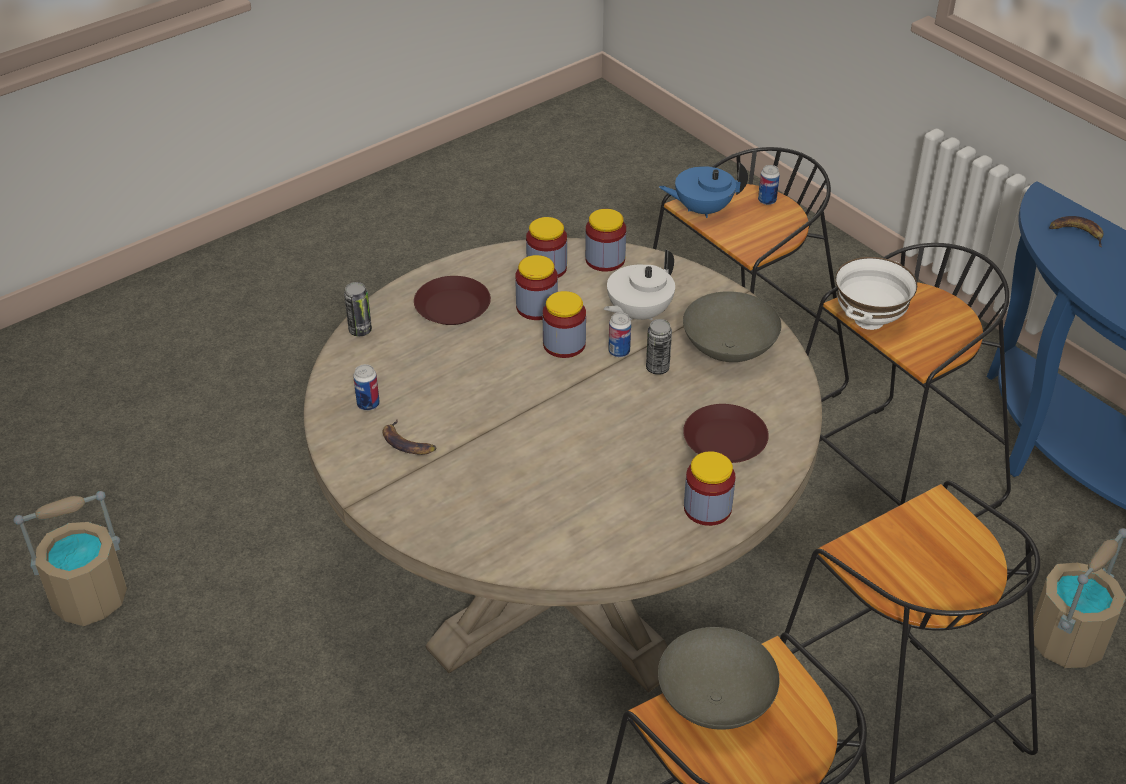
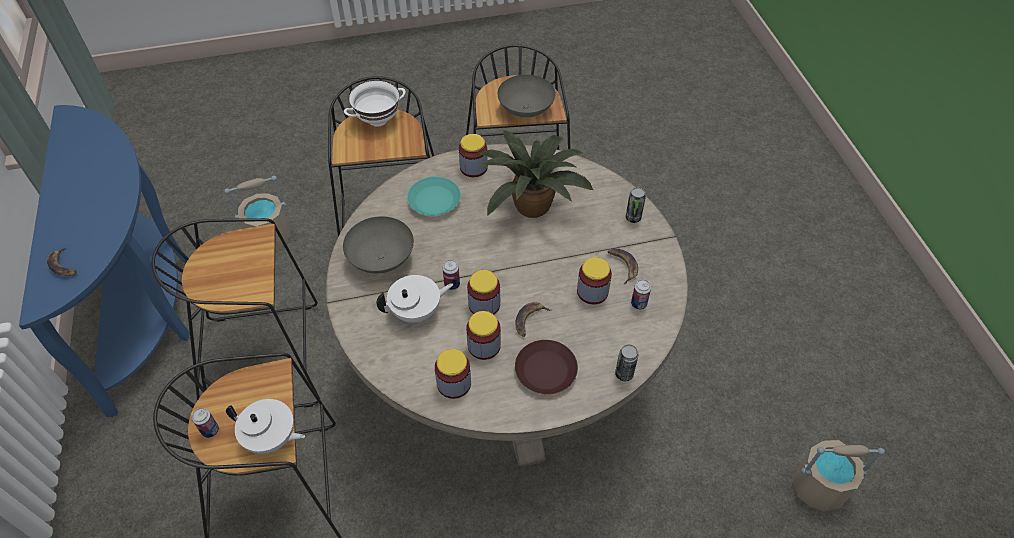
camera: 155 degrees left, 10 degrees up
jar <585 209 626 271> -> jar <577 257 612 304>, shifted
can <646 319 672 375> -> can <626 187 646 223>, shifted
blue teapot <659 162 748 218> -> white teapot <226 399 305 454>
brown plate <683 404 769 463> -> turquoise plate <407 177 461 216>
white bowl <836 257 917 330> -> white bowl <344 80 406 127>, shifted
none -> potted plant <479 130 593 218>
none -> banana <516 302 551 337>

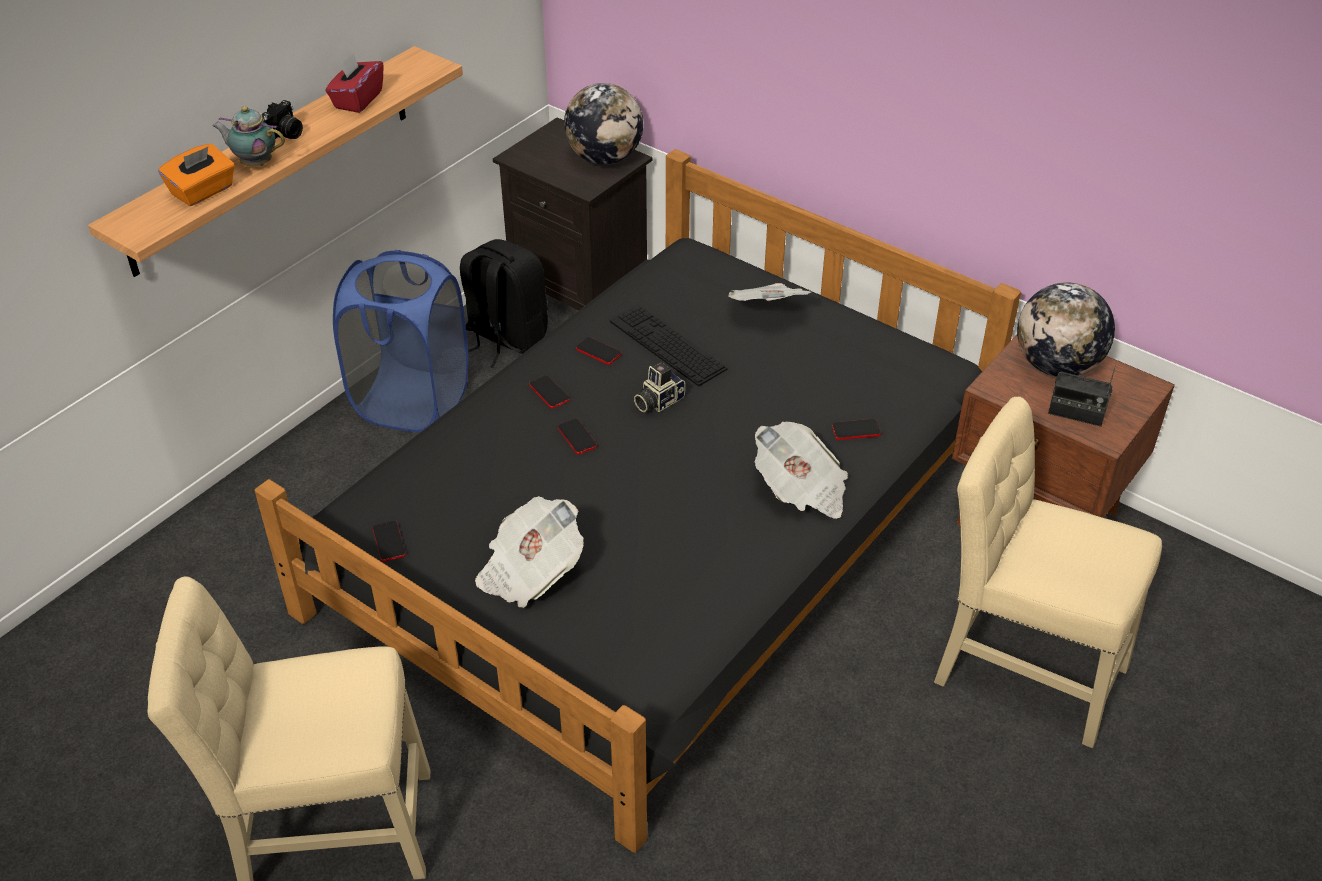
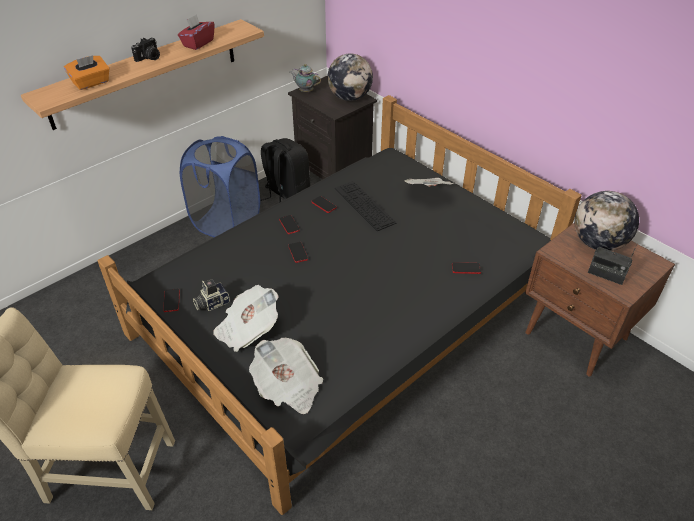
camera: 10 degrees right, 0 degrees up
teapot <212 106 285 166> -> teapot <290 64 321 92>, shifted
photo camera <634 362 685 412> -> photo camera <193 279 230 311>, shifted
newspaper <755 422 848 519> -> newspaper <249 338 324 414>, shifted
beige chair <934 397 1162 748> -> none

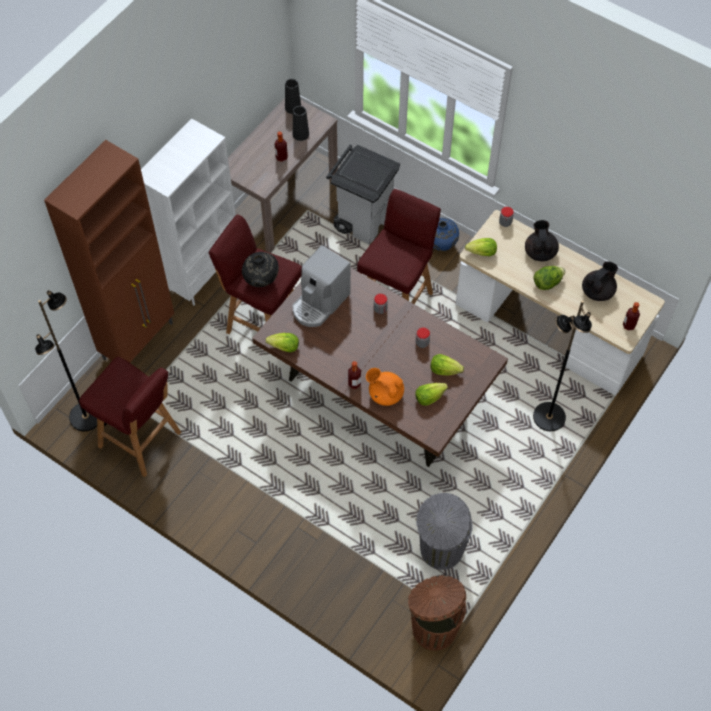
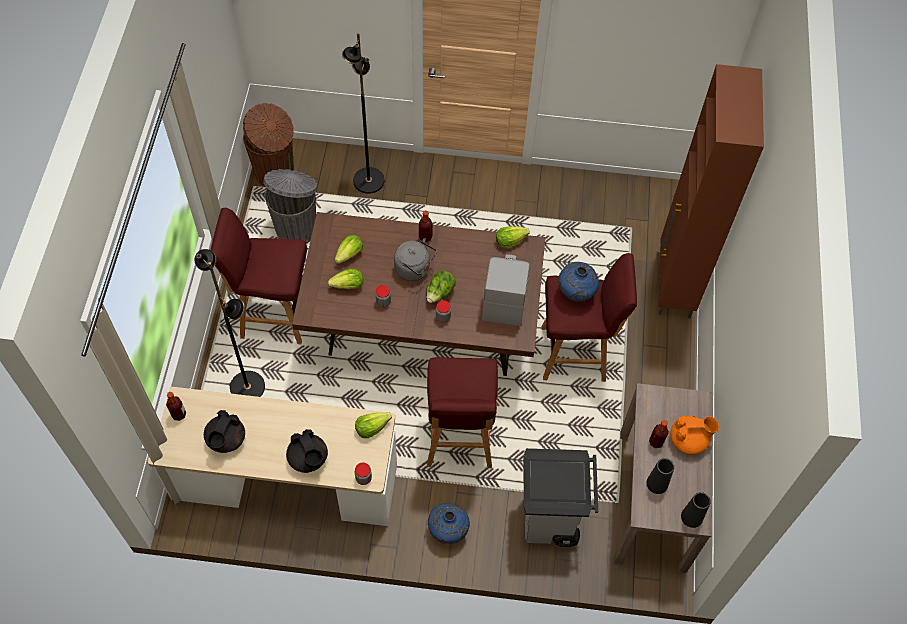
camera: 150 degrees right, 0 degrees up
black floor lamp <35 290 97 431> -> black floor lamp <342 33 384 194>, shifted
red stool <79 357 181 477> -> red stool <211 208 307 345>, shifted
white bookcase <141 118 236 306> -> none
black vase <242 252 279 287> -> blue vase <558 262 599 302>
orange teapot <366 368 404 406> -> orange teapot <670 416 719 455>, shifted
lettuce <534 266 566 290> -> lettuce <426 271 456 303>, shifted
none -> grey kettle <394 238 437 281>

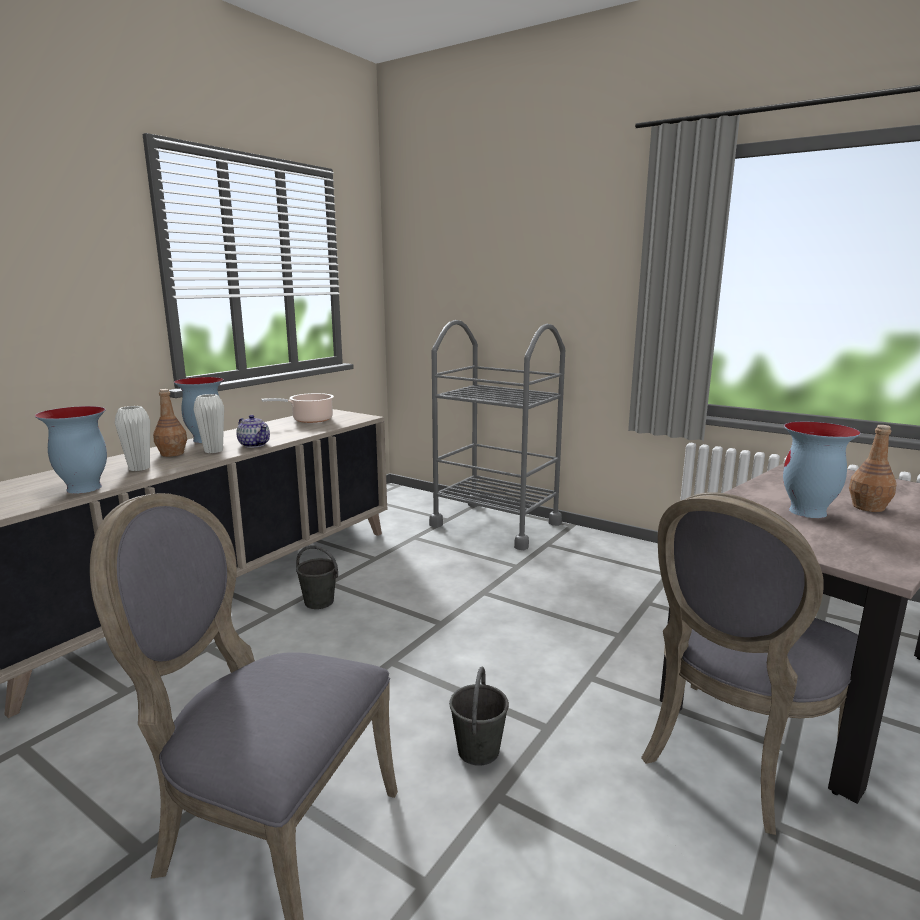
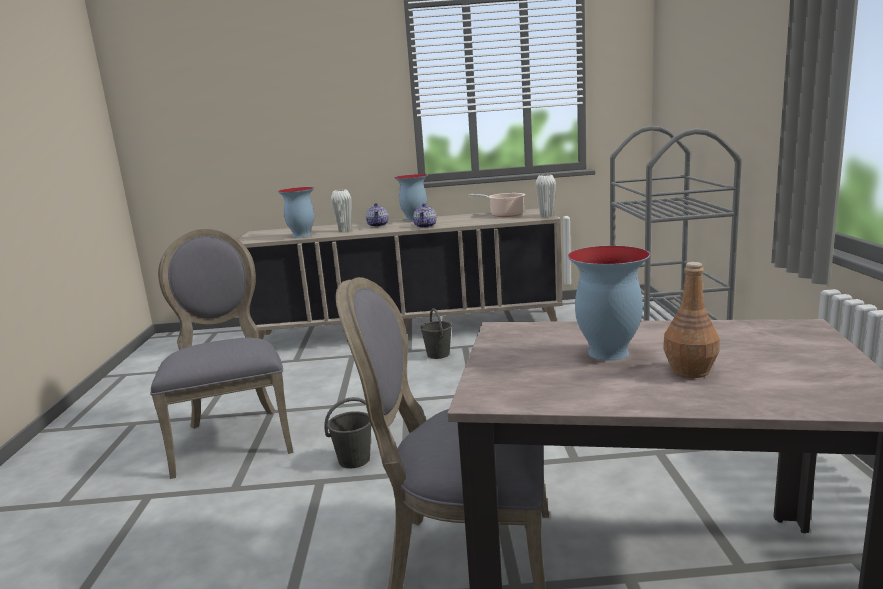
camera: 55 degrees right, 0 degrees up
brown bottle <153 389 187 457> -> teapot <366 203 389 227>
white vase <194 394 224 453> -> white vase <535 175 556 217>, shifted

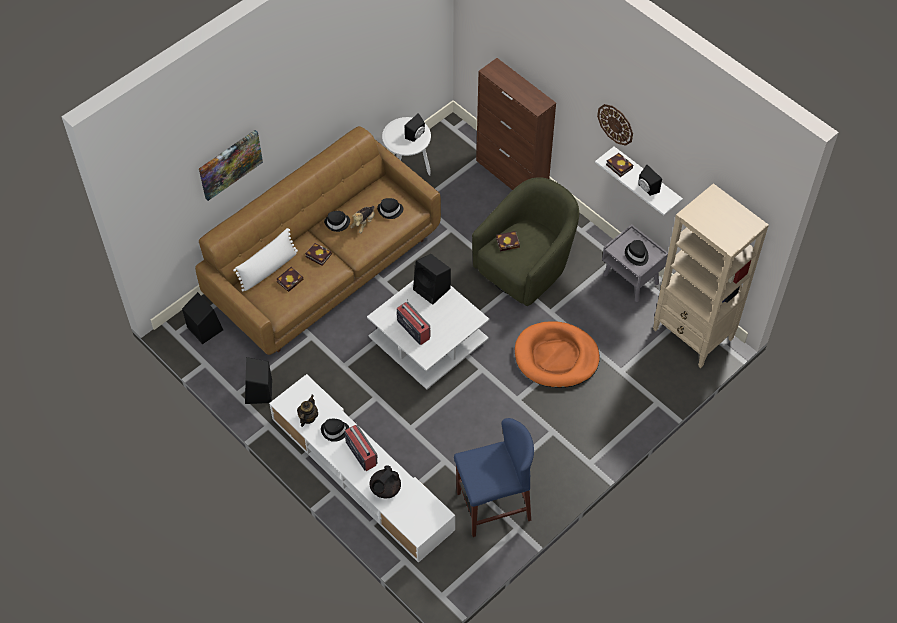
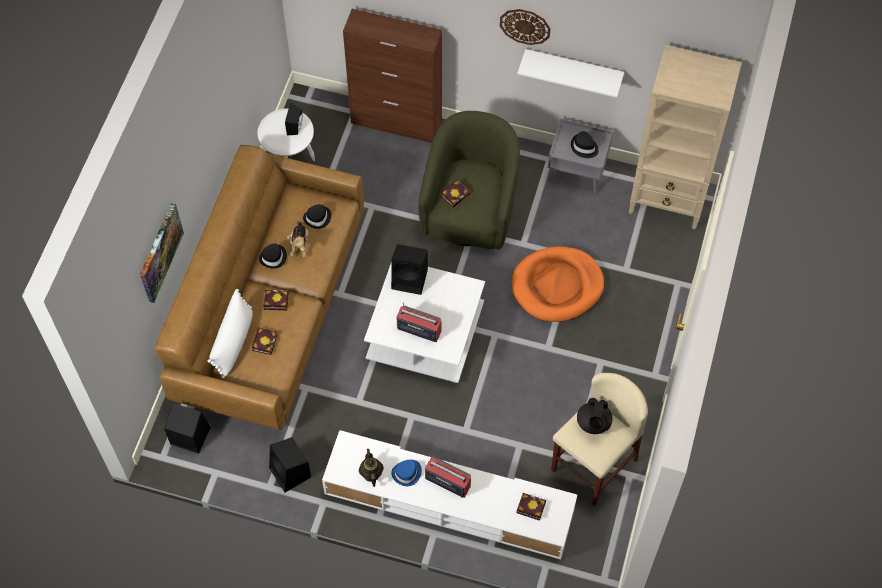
camera: 30 degrees left, 5 degrees up
black hat <321 419 349 442> -> blue hat <391 460 422 486>
black teapot <370 465 401 498> -> black teapot <577 398 612 434>, shifted
blue stool <454 418 534 537> -> beige stool <551 373 648 506>
book <606 153 633 177> -> book <516 493 546 521>, shifted
black speaker <638 165 662 196> -> none

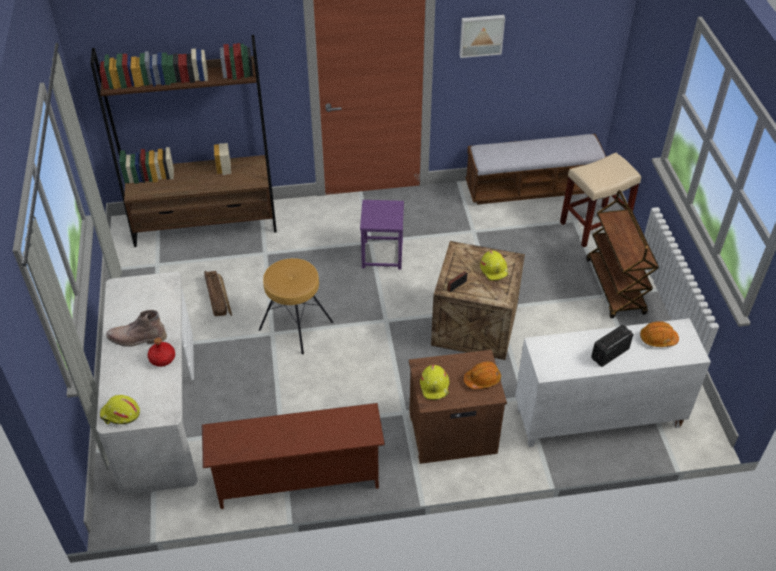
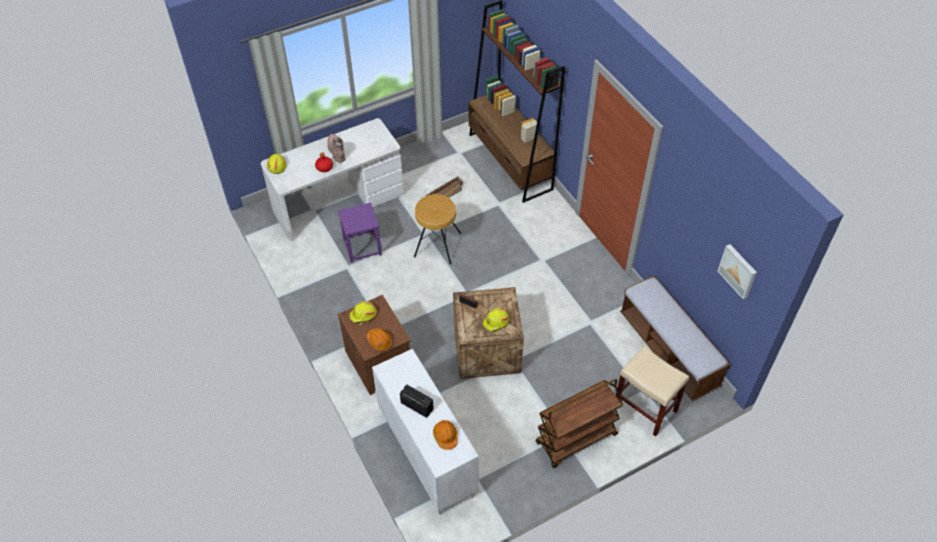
camera: 70 degrees right, 5 degrees up
brown shoe rack <202 403 385 509> -> none
purple stool <360 200 404 269> -> purple stool <338 203 382 263>, shifted
picture <460 15 505 58> -> picture <718 244 757 299>, shifted

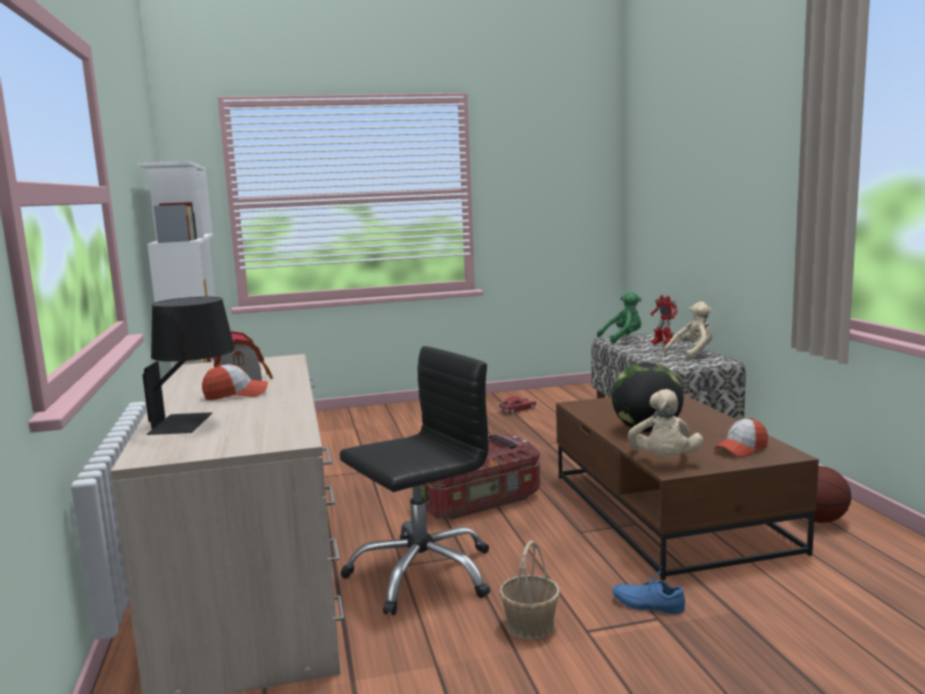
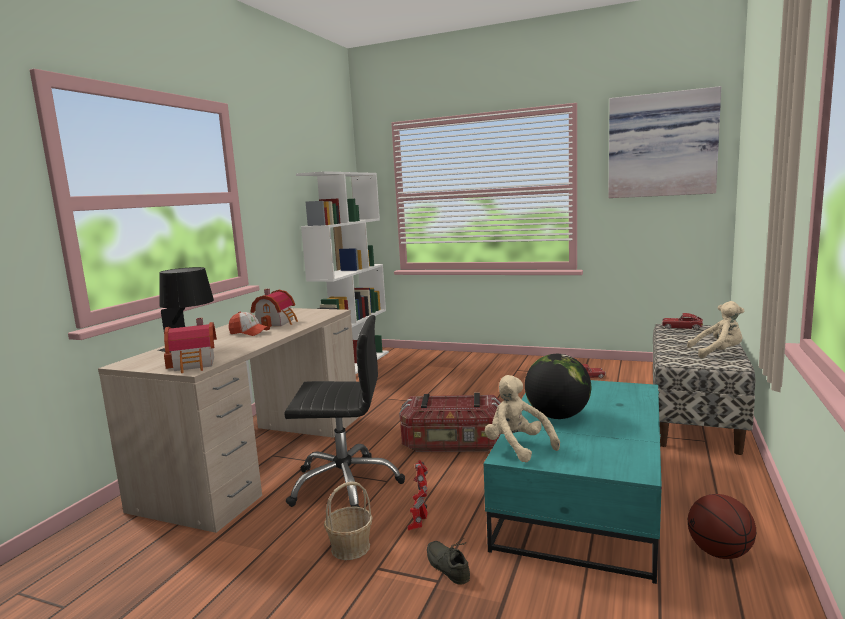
camera: 35 degrees right, 0 degrees up
brown coffee table <556 394 819 580> -> turquoise coffee table <483 380 662 584>
green plush toy <597 292 642 344> -> toy car <662 313 704 330>
blue shoe <612 567 685 614> -> grey shoe <427 538 470 585>
beige plush toy <628 389 703 457> -> beige plush toy <485 375 560 463>, 105 degrees clockwise
toy robot <650 295 678 344> -> toy robot <407 460 428 531>, shifted
cap <714 418 768 457> -> none
none -> toy house <164 318 217 373>
none -> picture <608 86 721 198>

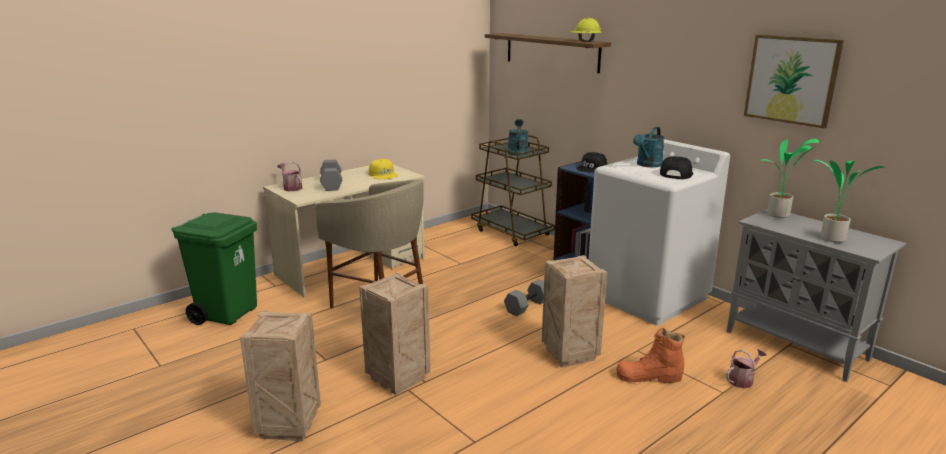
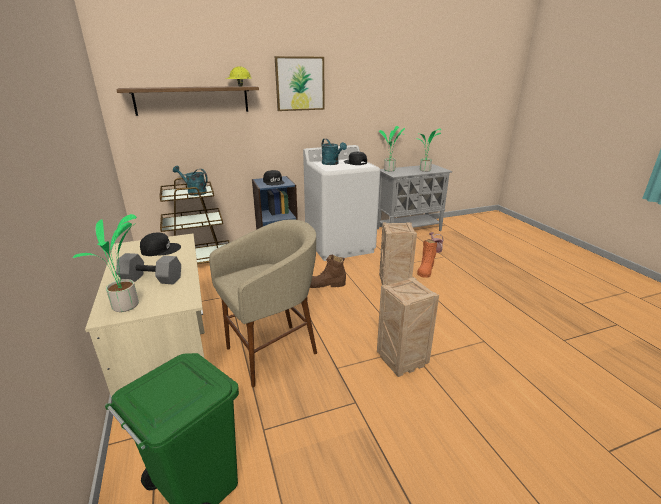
camera: 70 degrees left, 5 degrees up
crate <240 311 321 441> -> none
watering can <277 162 303 191> -> potted plant <73 214 139 312>
yellow cap <369 159 398 179> -> black cap <140 233 181 256>
grey dumbbell <504 279 544 316> -> brown boot <310 254 346 288>
picture <744 35 844 128> -> picture <275 56 325 111>, shifted

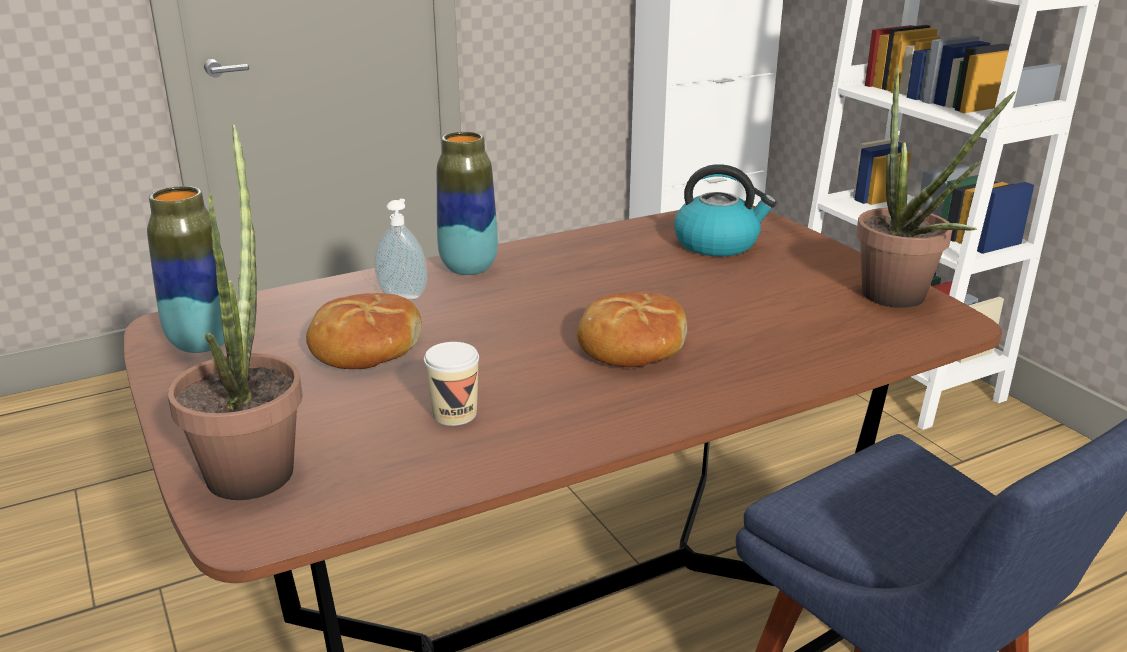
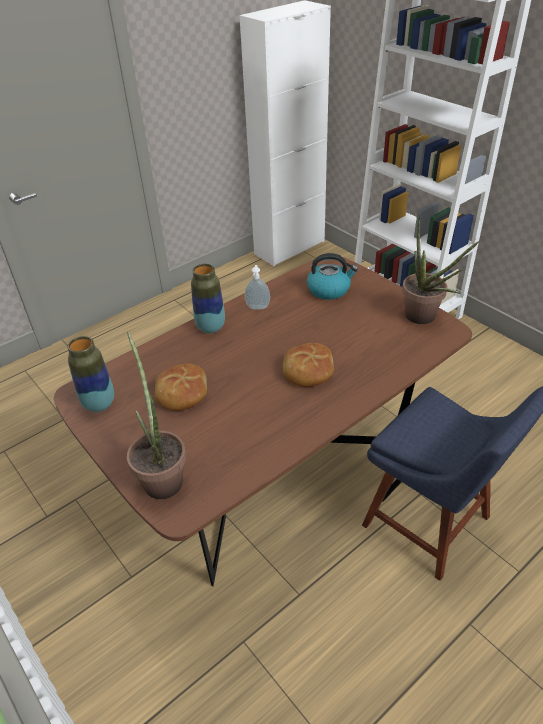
camera: 10 degrees left, 15 degrees up
soap dispenser <375 199 427 299> -> soap dispenser <245 265 270 310>, shifted
cup <424 342 479 426> -> none

